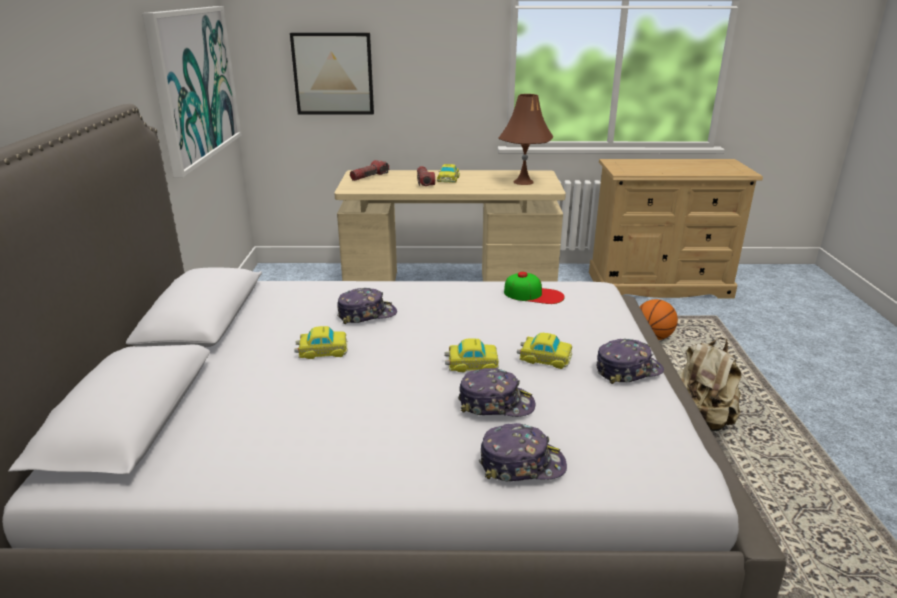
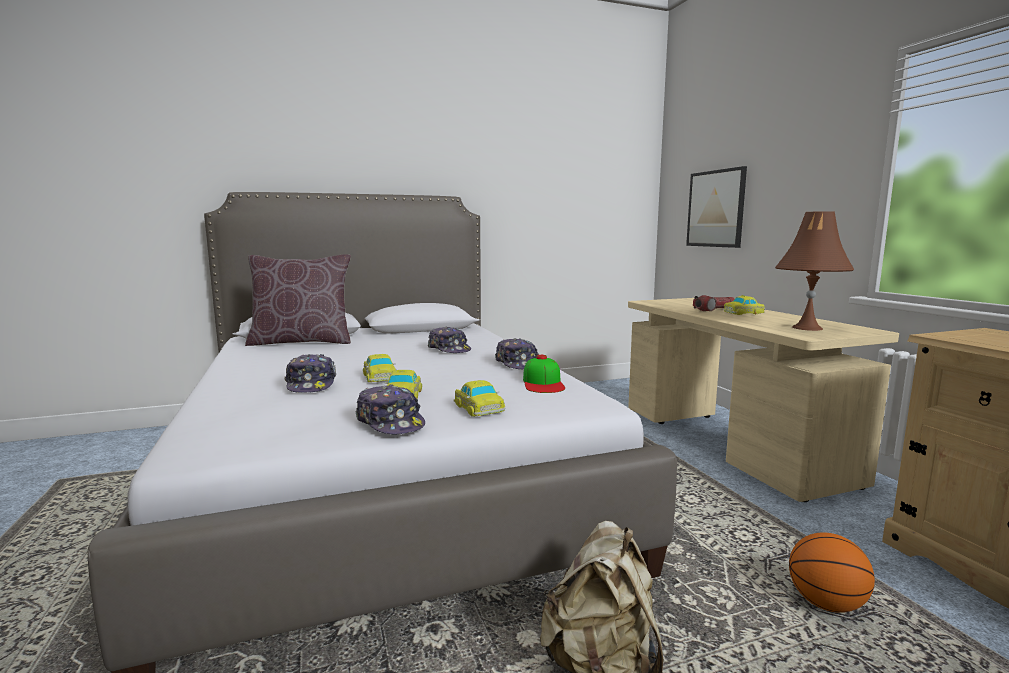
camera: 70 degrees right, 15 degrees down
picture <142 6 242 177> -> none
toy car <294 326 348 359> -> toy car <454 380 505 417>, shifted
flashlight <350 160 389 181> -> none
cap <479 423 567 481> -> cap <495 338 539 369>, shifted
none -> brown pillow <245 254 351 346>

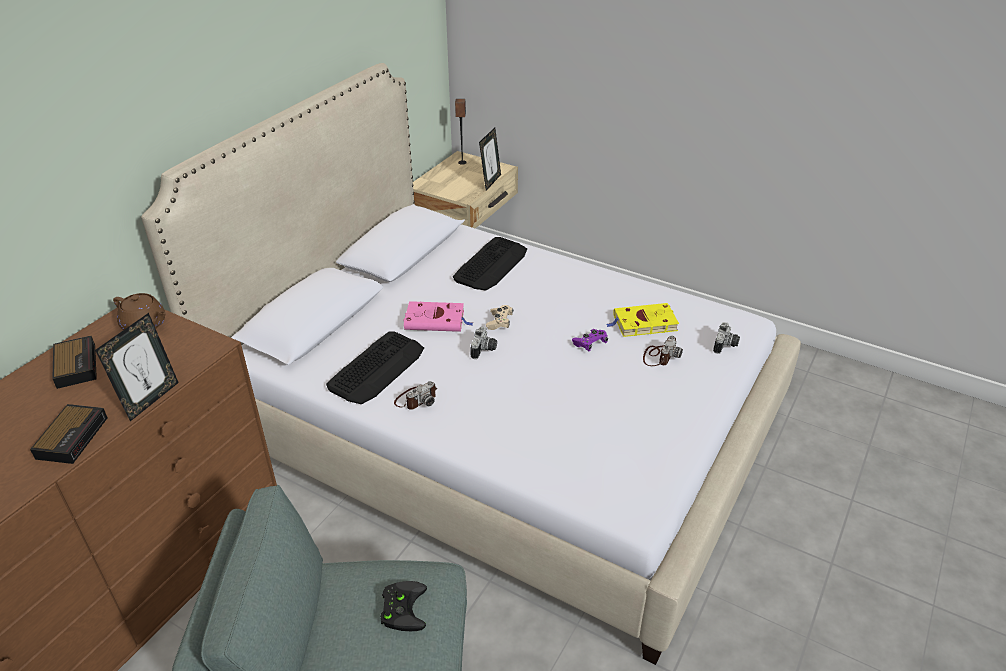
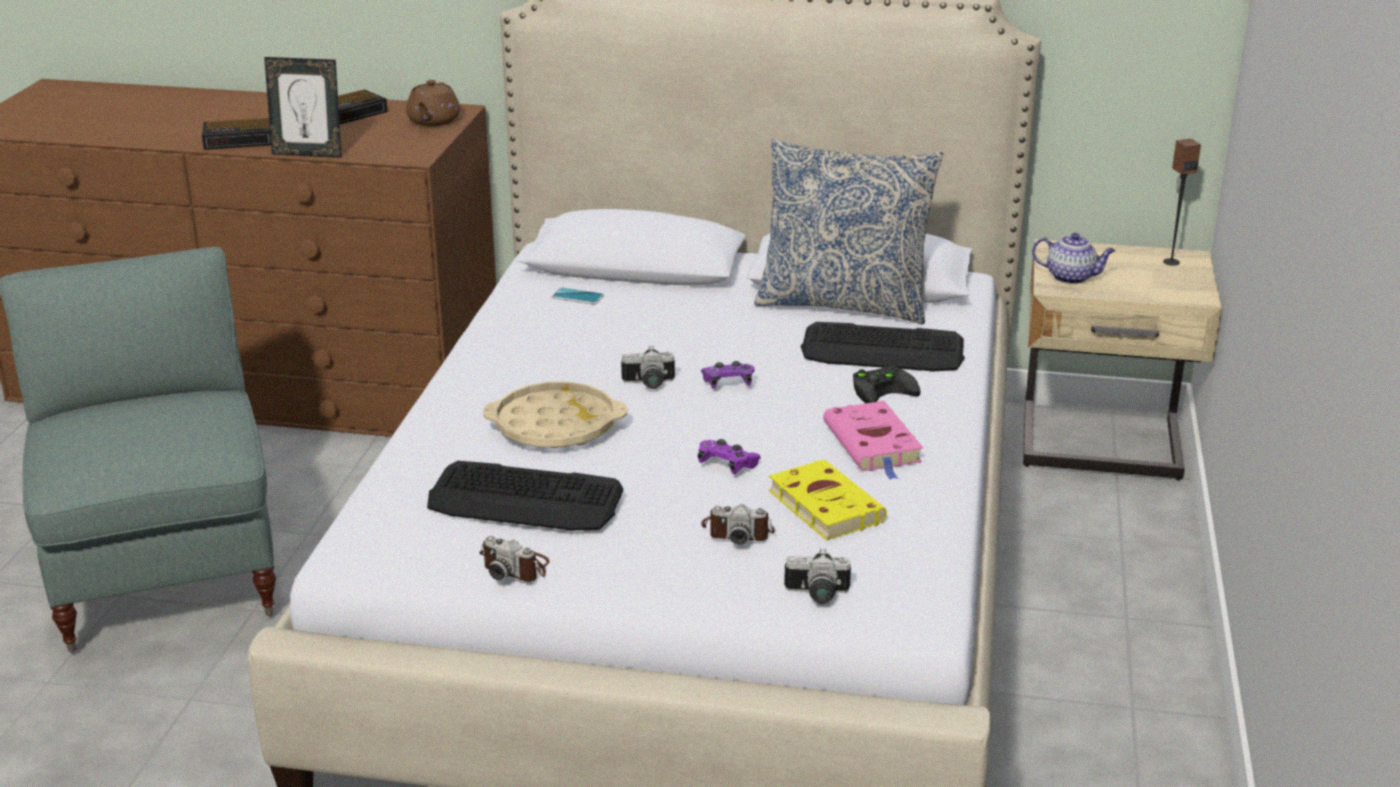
camera: 70 degrees right, 10 degrees down
keyboard <326 332 424 404> -> keyboard <427 461 623 531>, shifted
black game controller <380 581 427 631> -> black game controller <853 366 920 403>, shifted
photo camera <394 381 437 410> -> photo camera <479 536 550 582>, shifted
pink book <403 301 473 332> -> pink book <823 401 923 480>, shifted
picture frame <479 127 501 191> -> none
beige game controller <486 305 513 330> -> purple game controller <701 361 754 389>
none -> beige tray <483 382 627 448>
none -> phone <552 287 604 305>
none -> pillow <754 139 943 324>
none -> teapot <1032 233 1115 284>

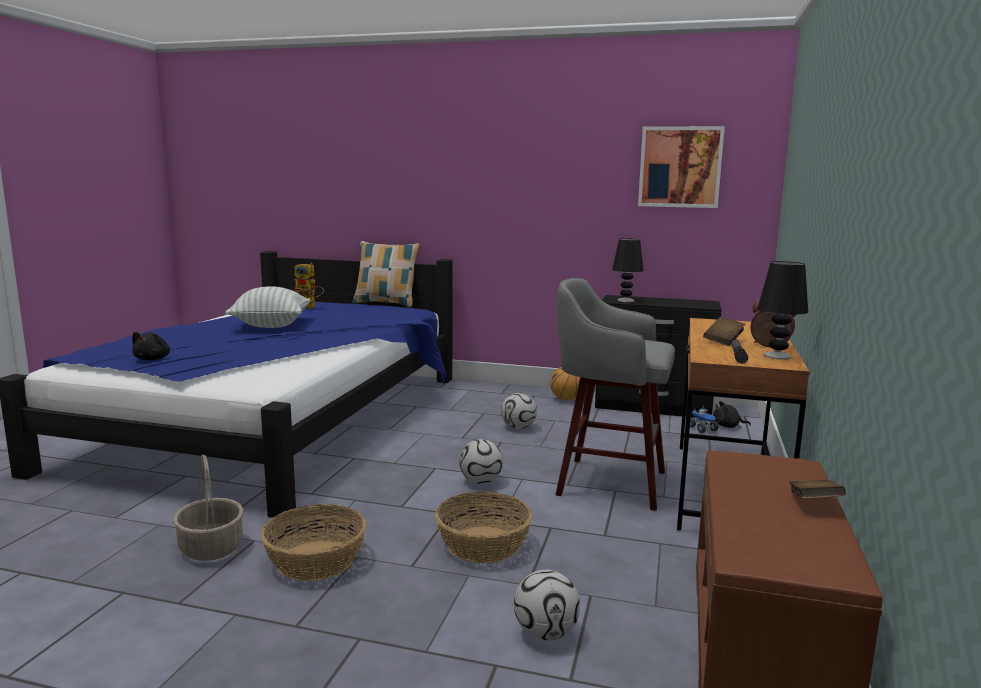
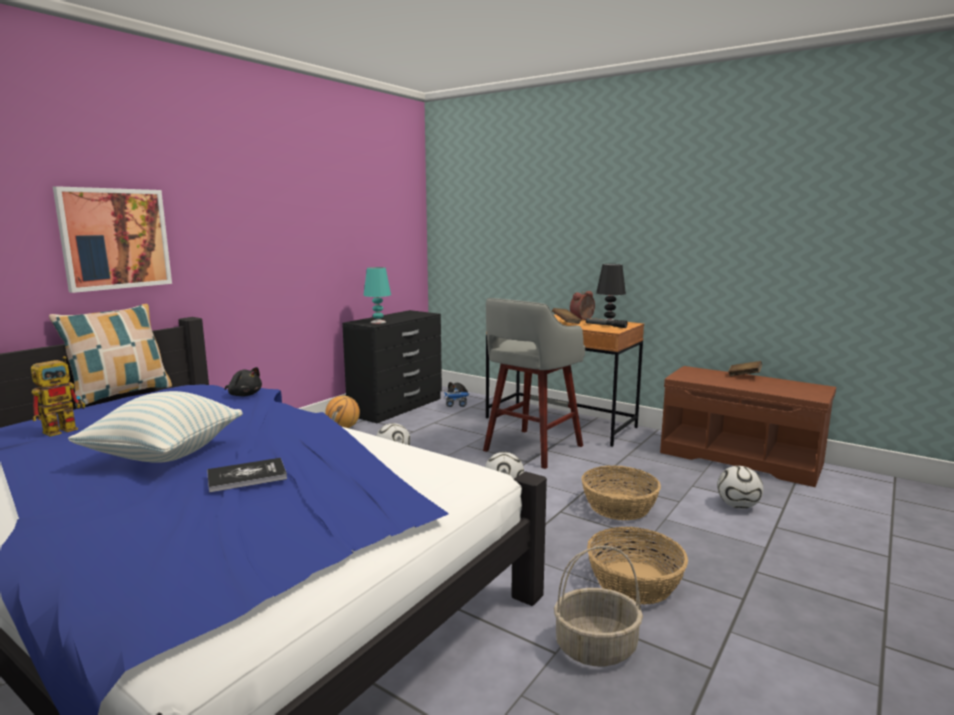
camera: 70 degrees left, 0 degrees up
black plush toy <132 332 170 360> -> black plush toy <225 367 262 397>, shifted
black table lamp <612 239 643 302> -> turquoise table lamp <363 267 391 324>
picture <638 126 725 208> -> picture <53 186 172 293>, shifted
none -> book <207 458 287 493>

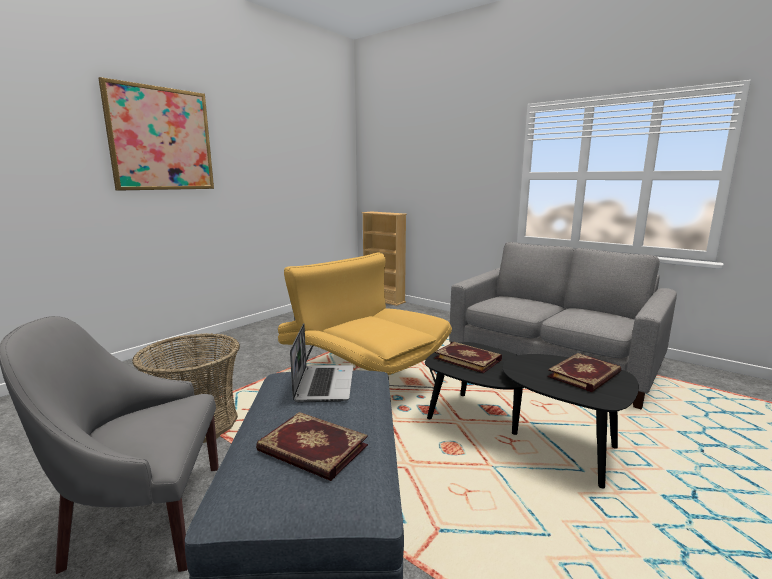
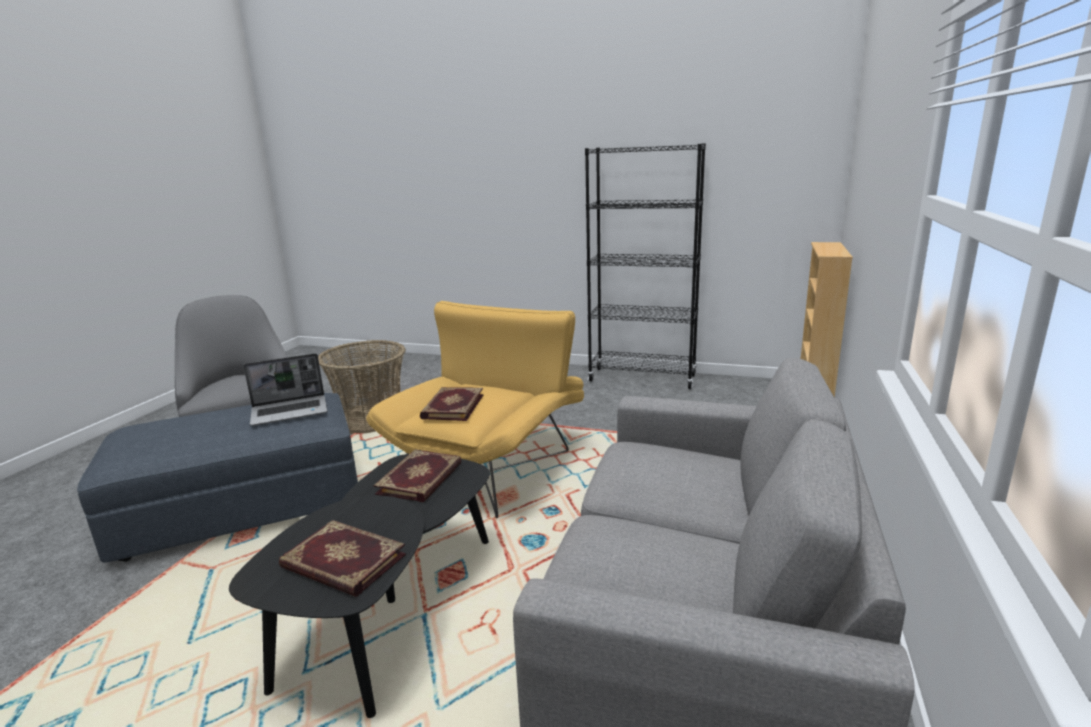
camera: 70 degrees right, 5 degrees up
picture <98 77 214 191> -> none
book <256 412 368 481> -> book <420 387 483 421>, shifted
none -> black bookcase <585 143 706 389>

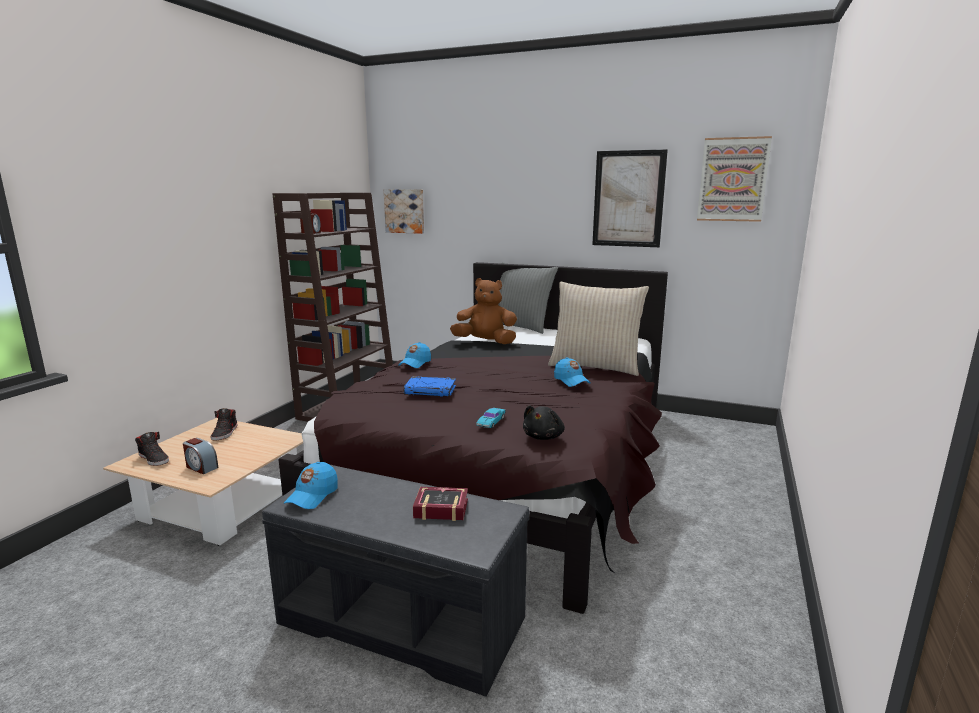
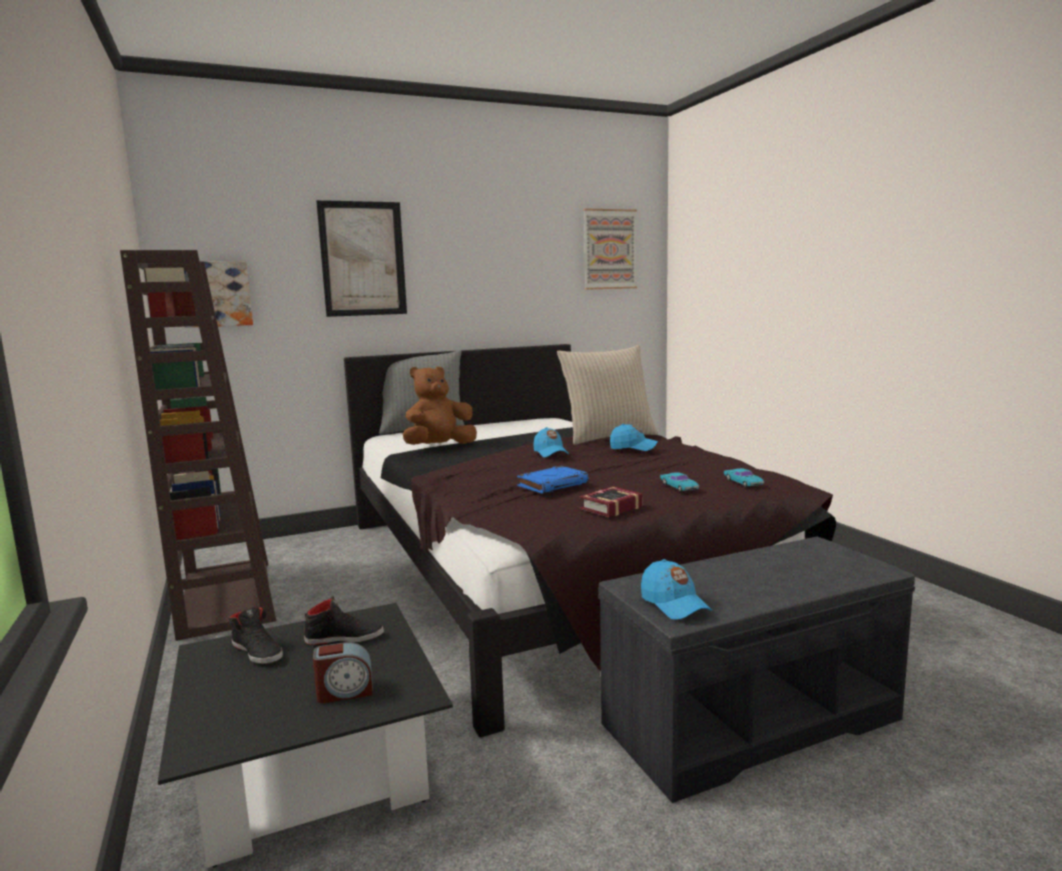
camera: 45 degrees left, 5 degrees down
beige coffee table <103 418 303 546> -> black coffee table <158 603 453 868>
black shoe <135 432 169 466> -> black shoe <304 597 384 645>, shifted
blue cap <398 342 431 368> -> blue cap <533 427 569 457>, shifted
book <413 487 468 521> -> book <579 486 642 517>, shifted
black plush toy <523 406 565 440> -> turquoise toy car <724 468 764 487>
picture <592 149 668 247> -> picture <316 200 407 317>, shifted

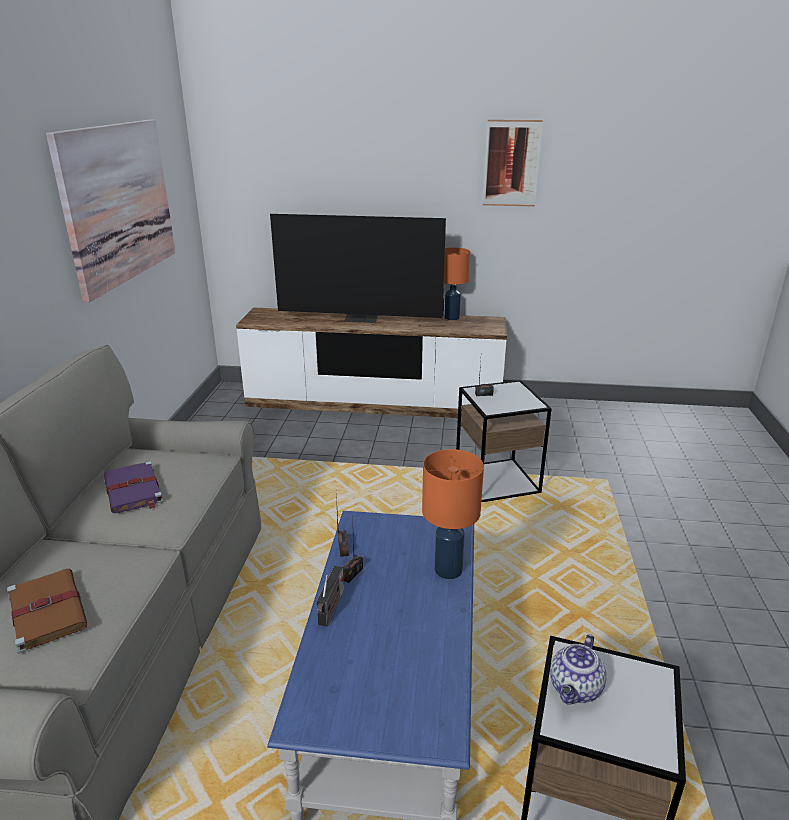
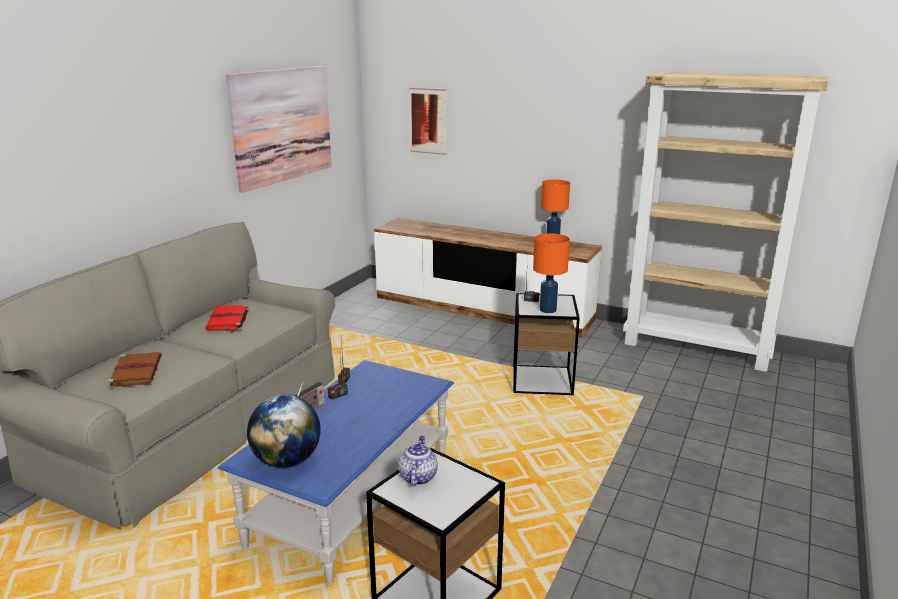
camera: 20 degrees right, 5 degrees down
purple book <104 461 164 513> -> red book <205 305 249 332>
television <270 214 446 323> -> none
orange table lamp <422 449 484 579> -> orange table lamp <533 233 570 313>, shifted
picture <483 120 543 206> -> picture <409 88 447 155>, shifted
teapot <550 634 606 704> -> teapot <398 436 438 486>, 135 degrees clockwise
none -> globe <247 395 321 468>
none -> beige bookcase <623 72 828 372>

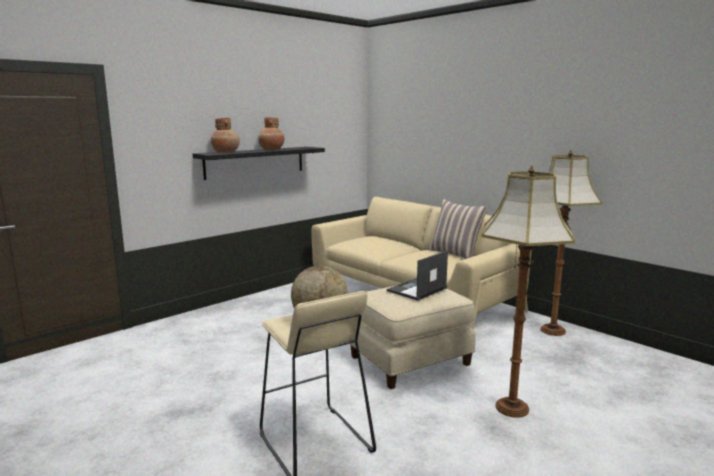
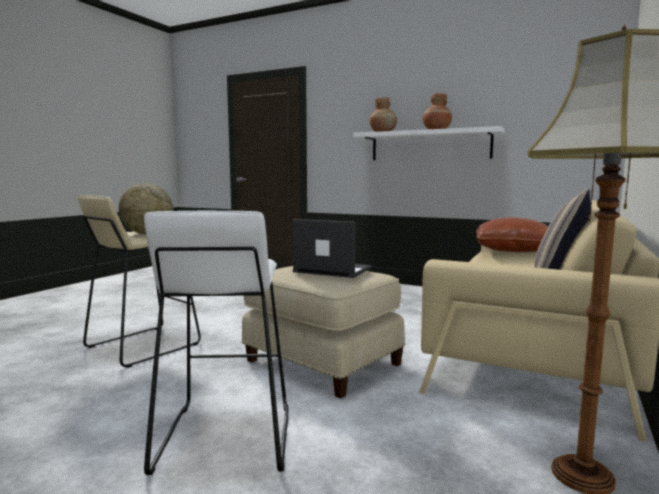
camera: 70 degrees right, 5 degrees down
black shelf <193 147 325 180> -> white shelf <354 126 505 160>
floor lamp <481 165 575 418> -> white stool <144 211 289 475>
none -> brown pillow <476 218 549 252>

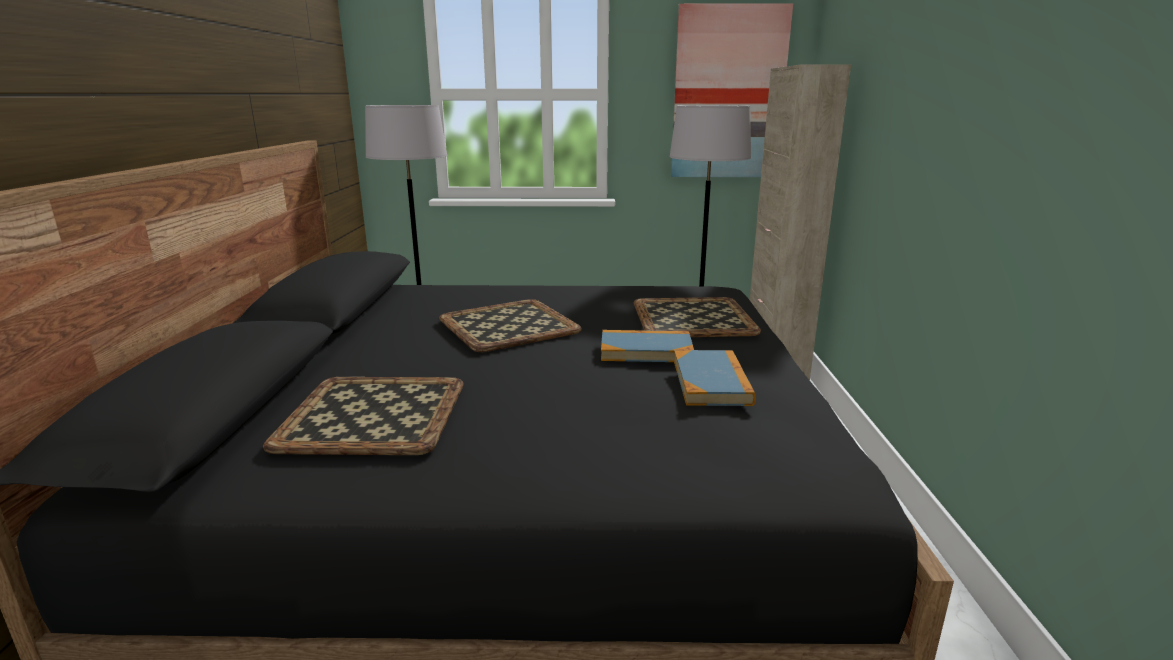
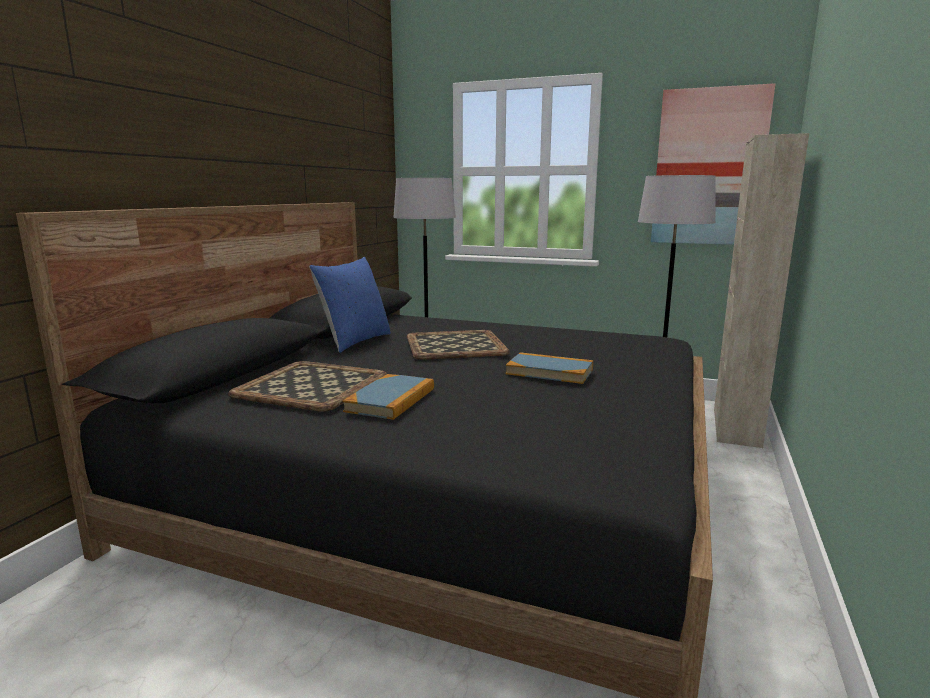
camera: 20 degrees right, 5 degrees down
tray <634 297 761 337> -> none
book <674 350 756 406> -> book <342 374 434 420>, shifted
none -> blue pillow <309 257 391 353>

